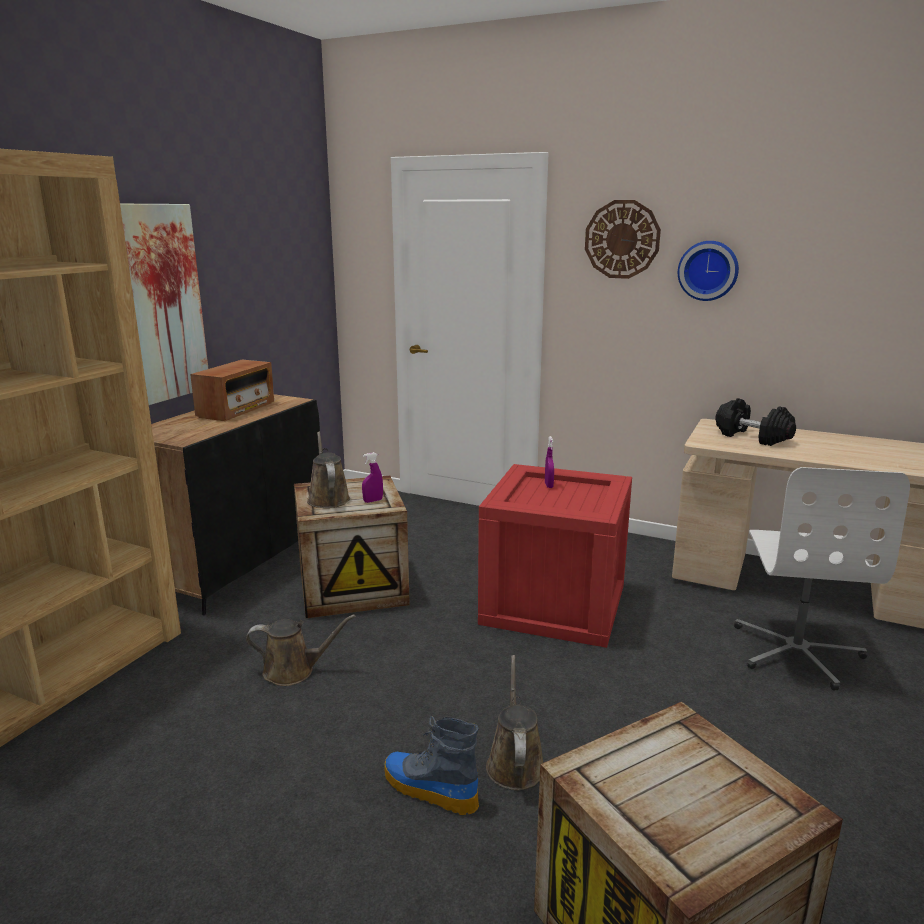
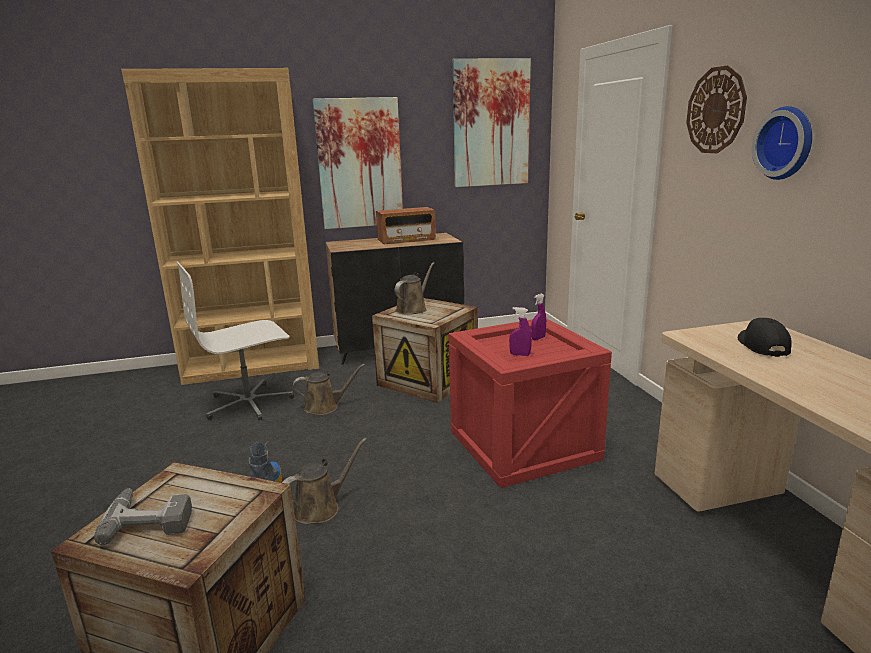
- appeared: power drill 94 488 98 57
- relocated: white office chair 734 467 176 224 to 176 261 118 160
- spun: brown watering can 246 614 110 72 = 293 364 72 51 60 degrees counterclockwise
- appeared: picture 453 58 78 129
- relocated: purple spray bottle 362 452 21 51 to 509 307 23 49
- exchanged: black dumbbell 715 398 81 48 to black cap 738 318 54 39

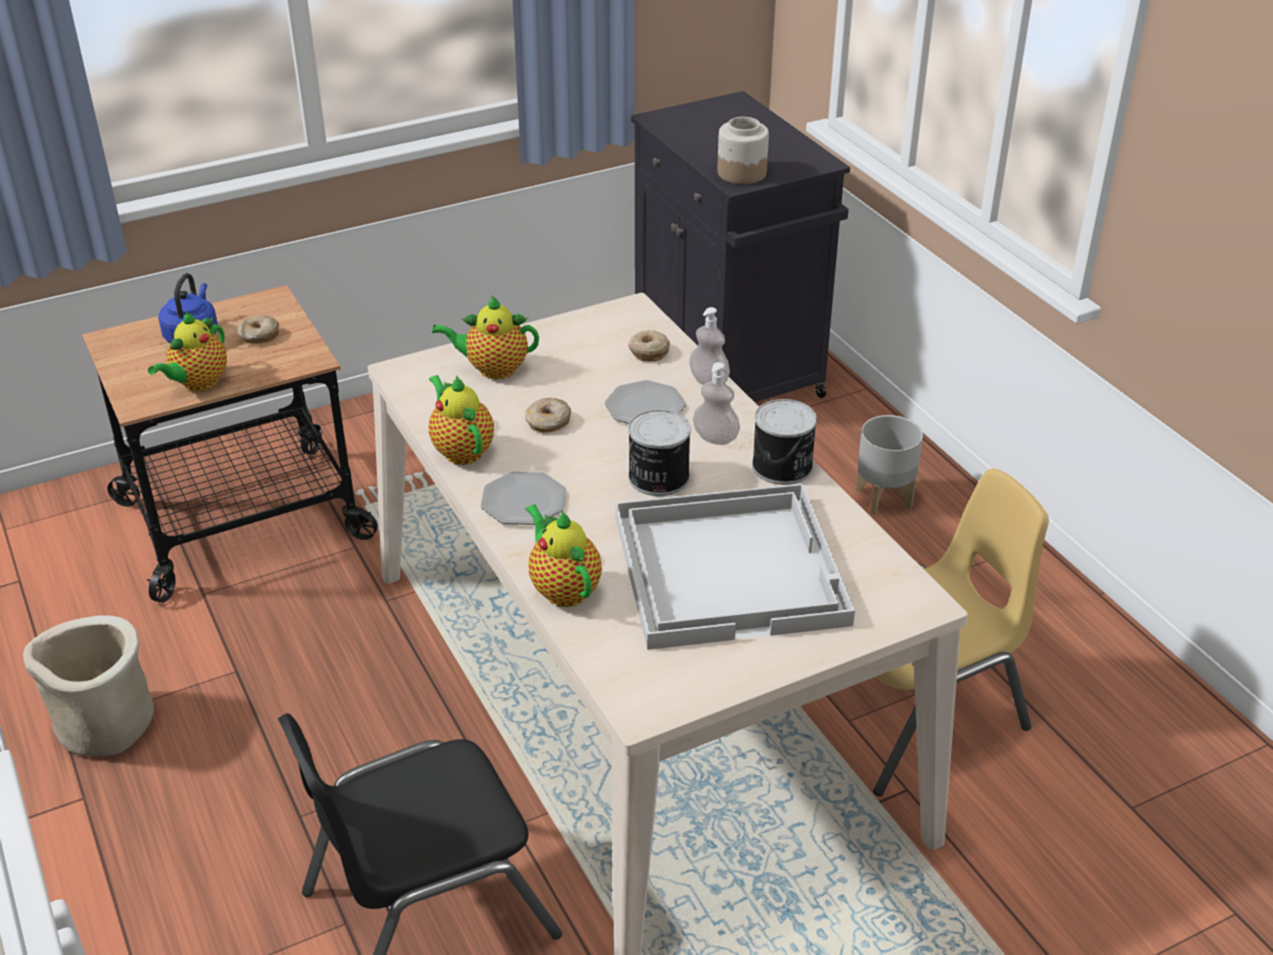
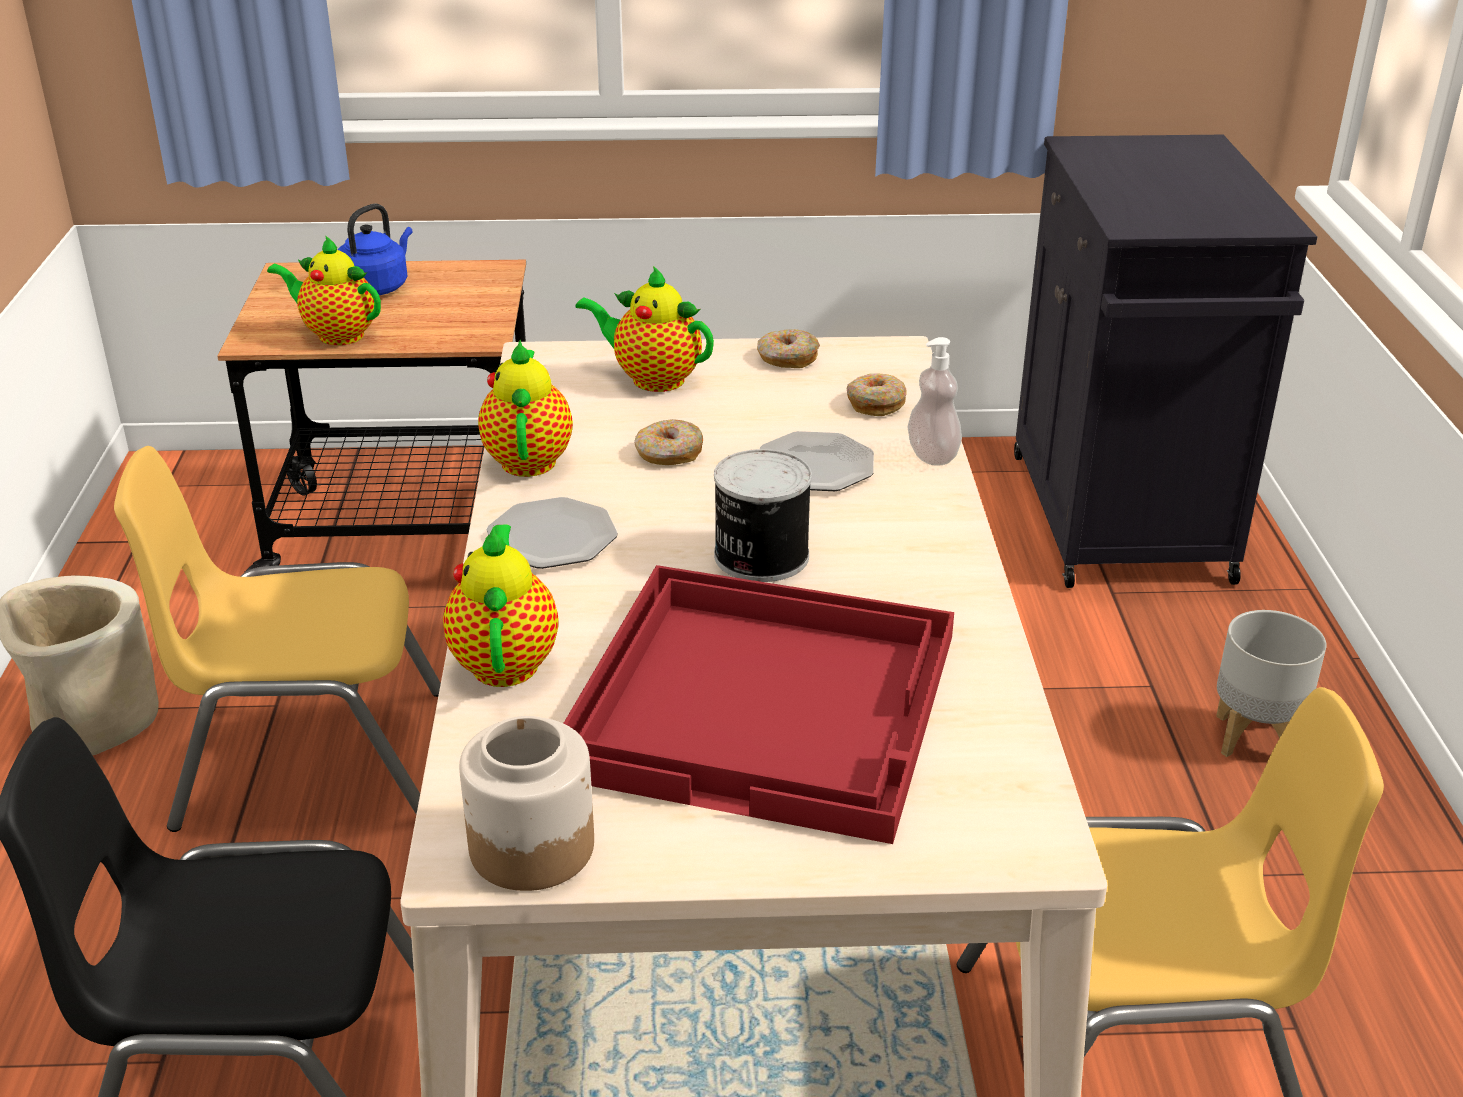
- appeared: yellow chair 114 446 327 386
- spun: teapot 148 312 79 79 = 267 235 114 110 60 degrees clockwise
- relocated: jar 717 117 52 67 to 459 716 135 175
- colour: white tray 615 484 240 166 to red tray 563 565 391 279
- relocated: donut 237 315 42 28 to 757 329 63 39
- missing: soap dispenser 693 362 47 83
- missing: can 752 399 65 86

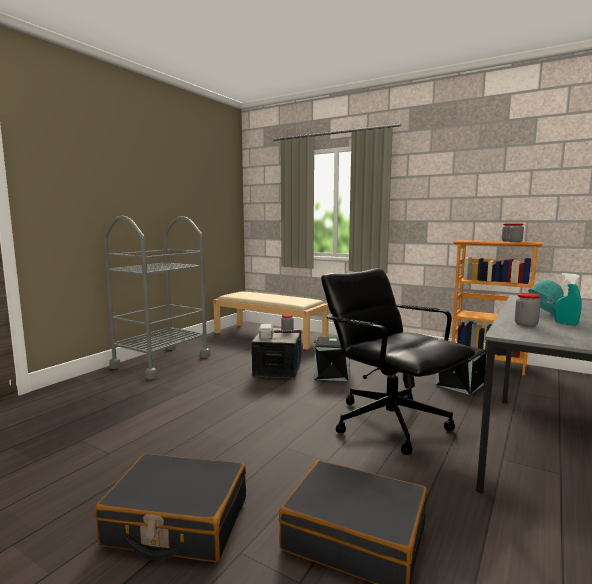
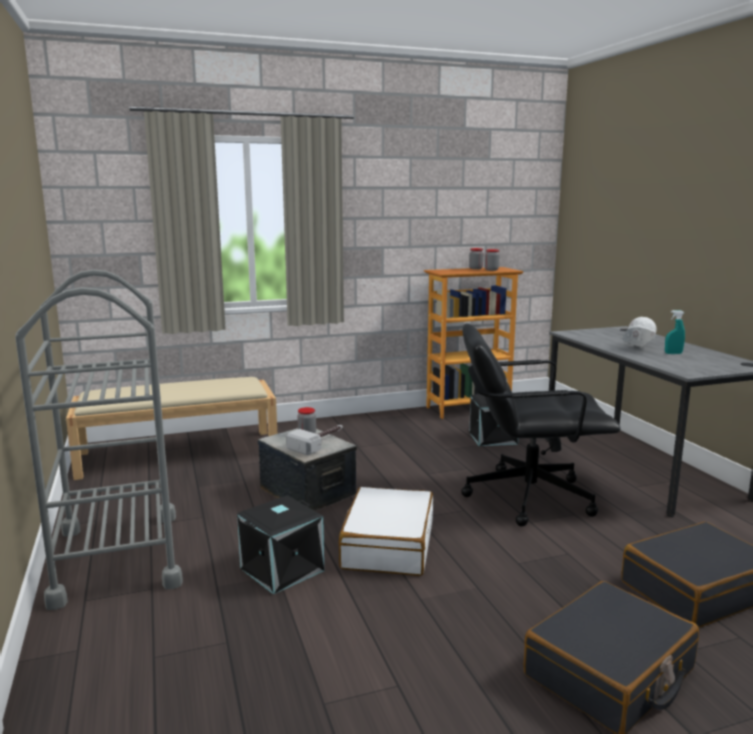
- relocated: black storage box 314 337 35 44 to 237 495 87 100
- appeared: white suitcase 339 487 94 89
- colour: turquoise hard hat 528 280 36 34 to white hard hat 623 317 34 30
- missing: jar 515 293 26 34

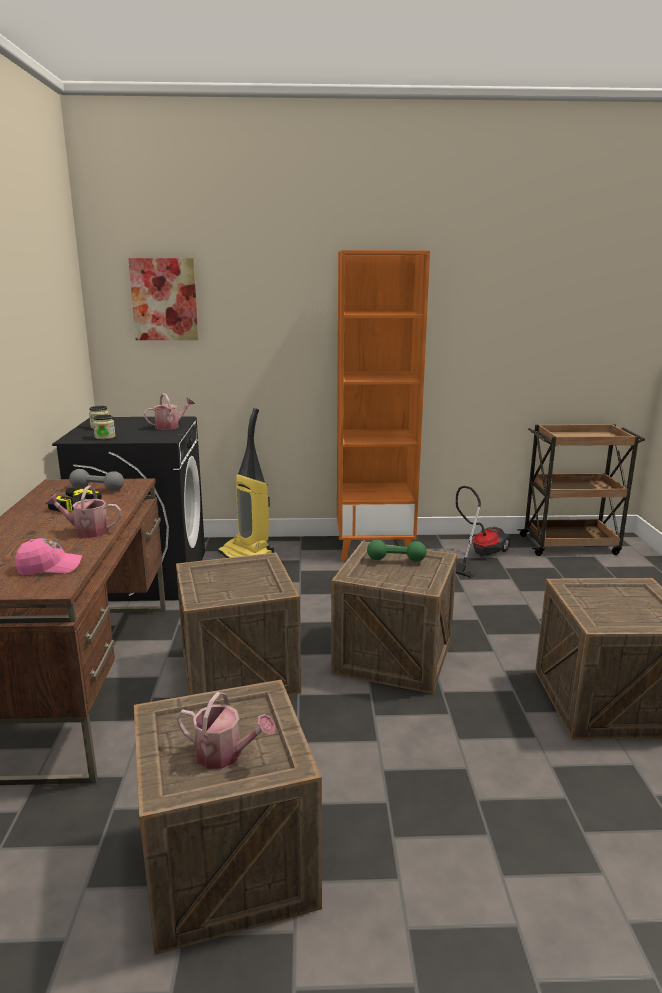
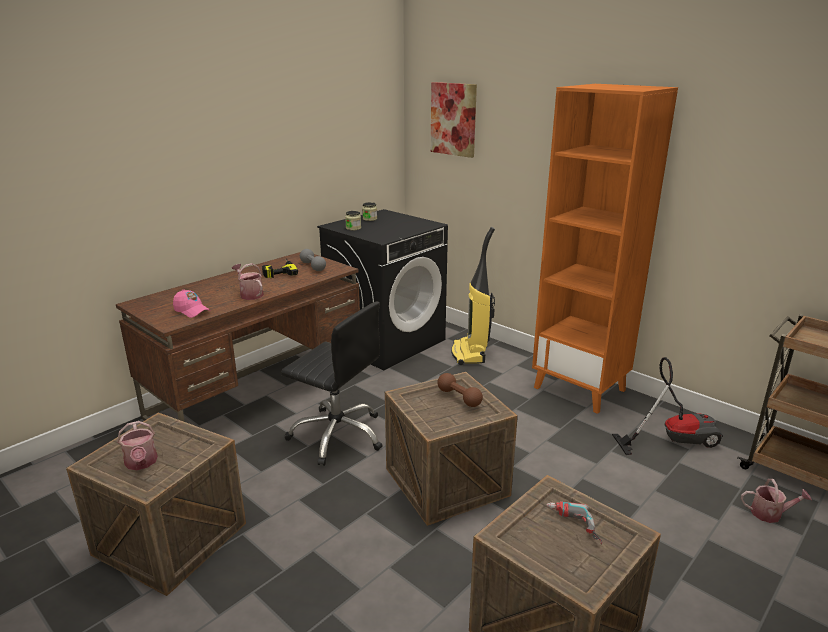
- exchanged: crate 176 552 125 144 to black office chair 281 301 102 165
- colour: green dumbbell 367 540 60 22 to brown dumbbell 437 373 46 34
- appeared: power drill 546 501 56 43
- relocated: watering can 144 393 51 37 to 741 479 71 44

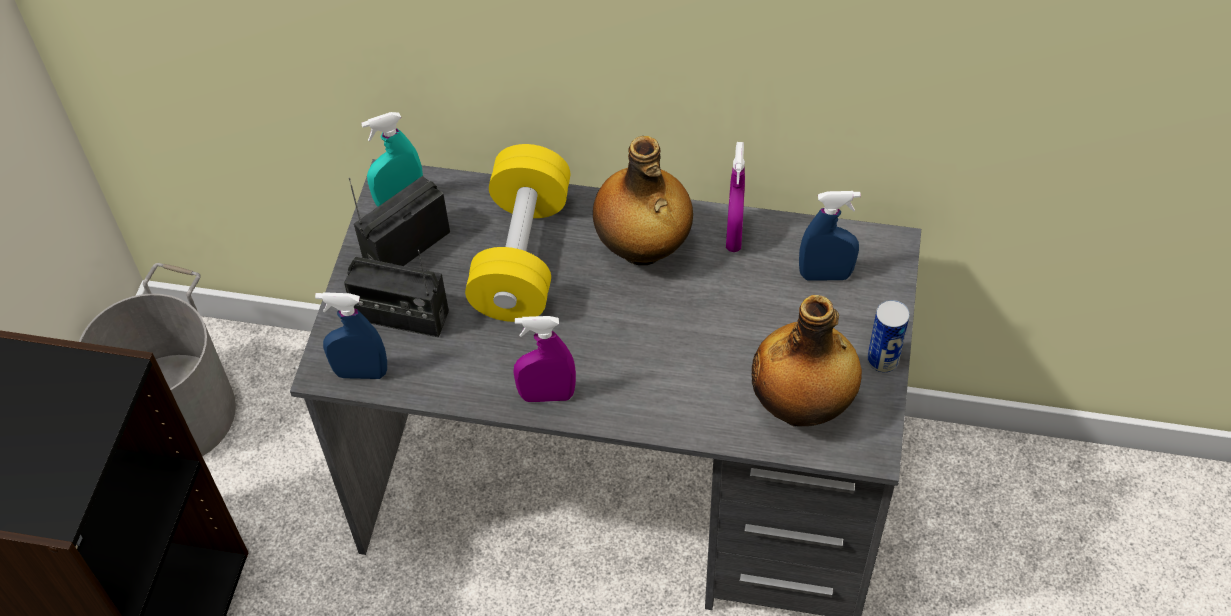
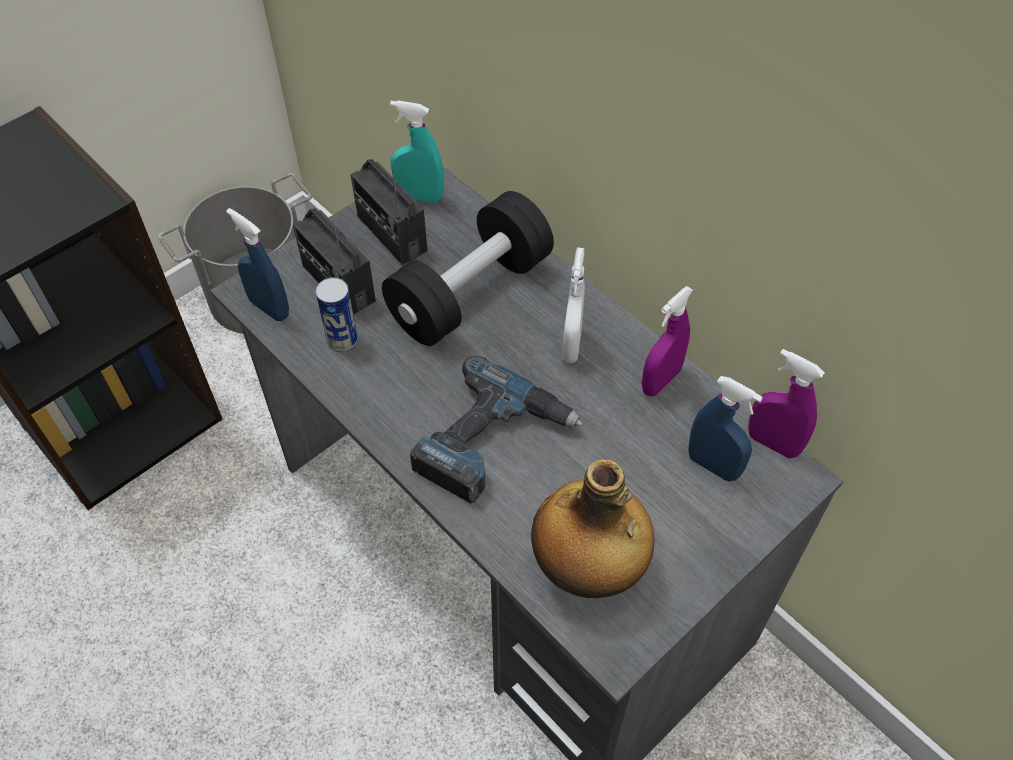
- relocated: can 867 300 43 73 to 316 277 42 75
- spun: radio 349 176 101 90 = 351 159 77 106 120 degrees counterclockwise
- colour: yellow dumbbell 465 144 105 178 to black dumbbell 382 191 172 155
- appeared: power drill 410 356 173 147
- exchanged: bottle 593 136 100 129 to white spray bottle 562 248 23 115
- relocated: purple spray bottle 513 316 63 86 to 748 349 77 109

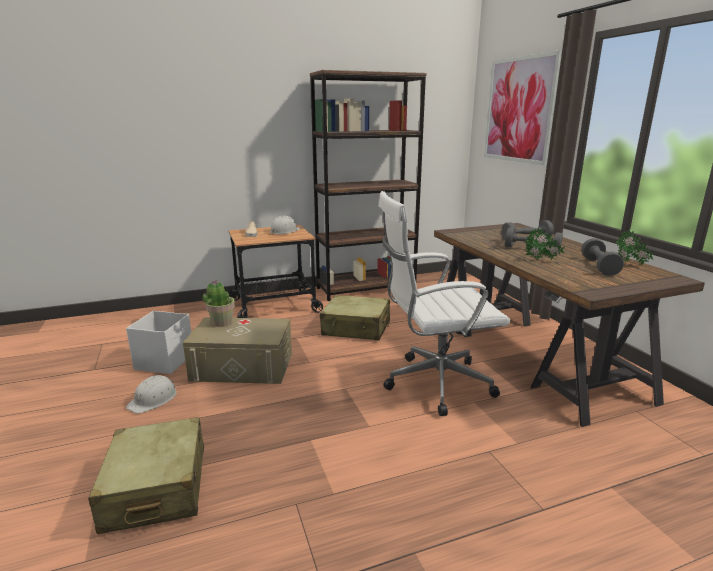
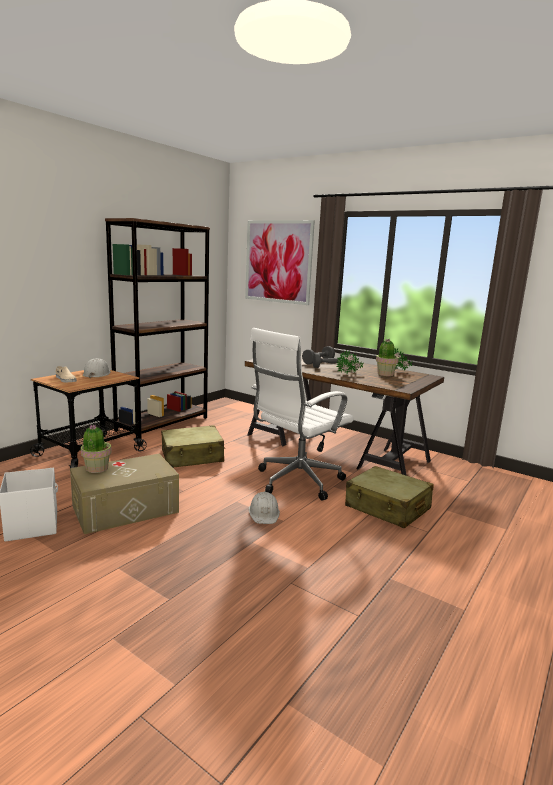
- relocated: white hard hat 126 375 51 39 to 249 492 31 32
- relocated: beige suitcase 88 417 116 117 to 345 466 89 62
- exchanged: grey dumbbell 581 238 43 38 to potted plant 376 339 23 37

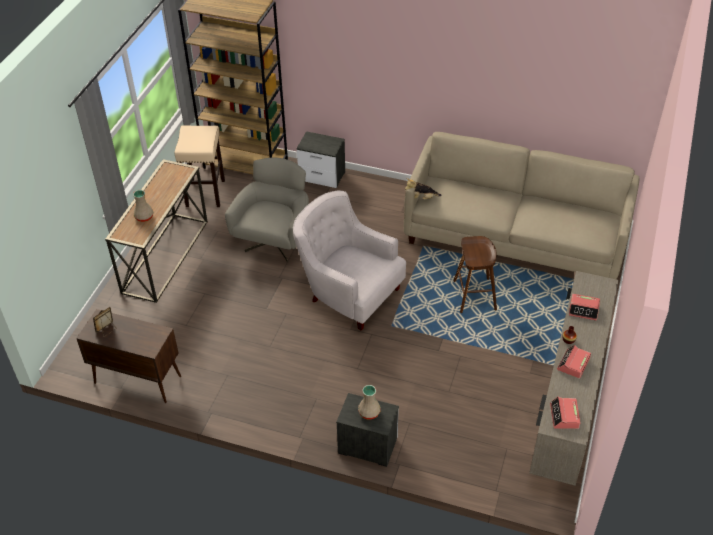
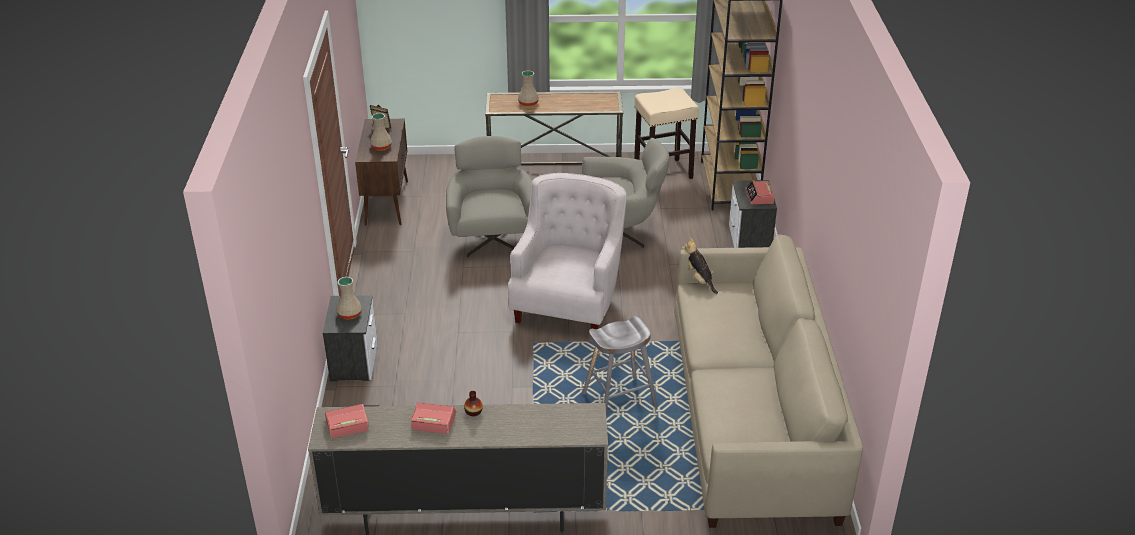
- appeared: beige vase 370 113 22 38
- appeared: grey armchair 446 136 86 122
- colour: brown stool 453 236 44 77 to grey stool 582 316 75 101
- relocated: alarm clock 569 294 31 27 to 745 180 29 24

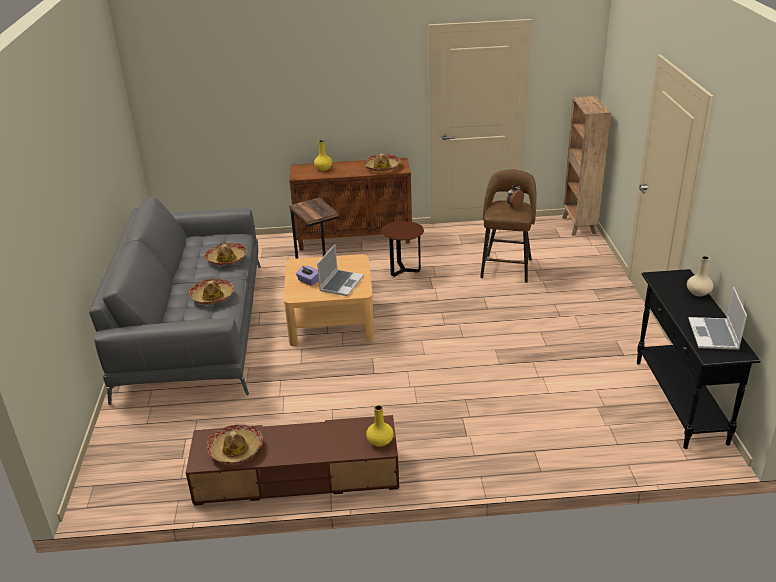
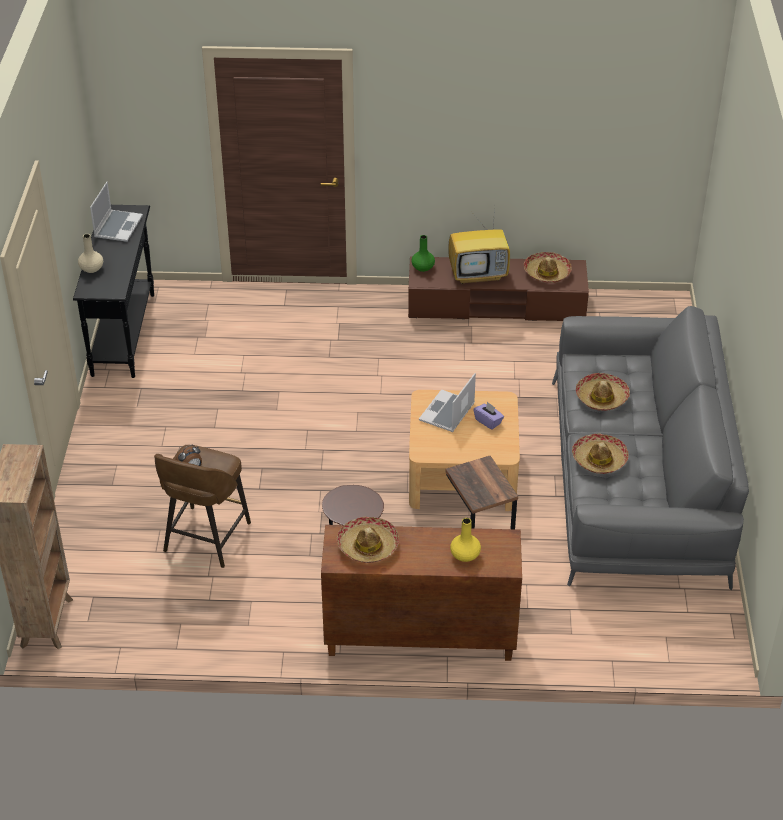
- colour: yellow vase 366 405 28 42 to green vase 412 235 23 37
- appeared: television 448 206 62 78

